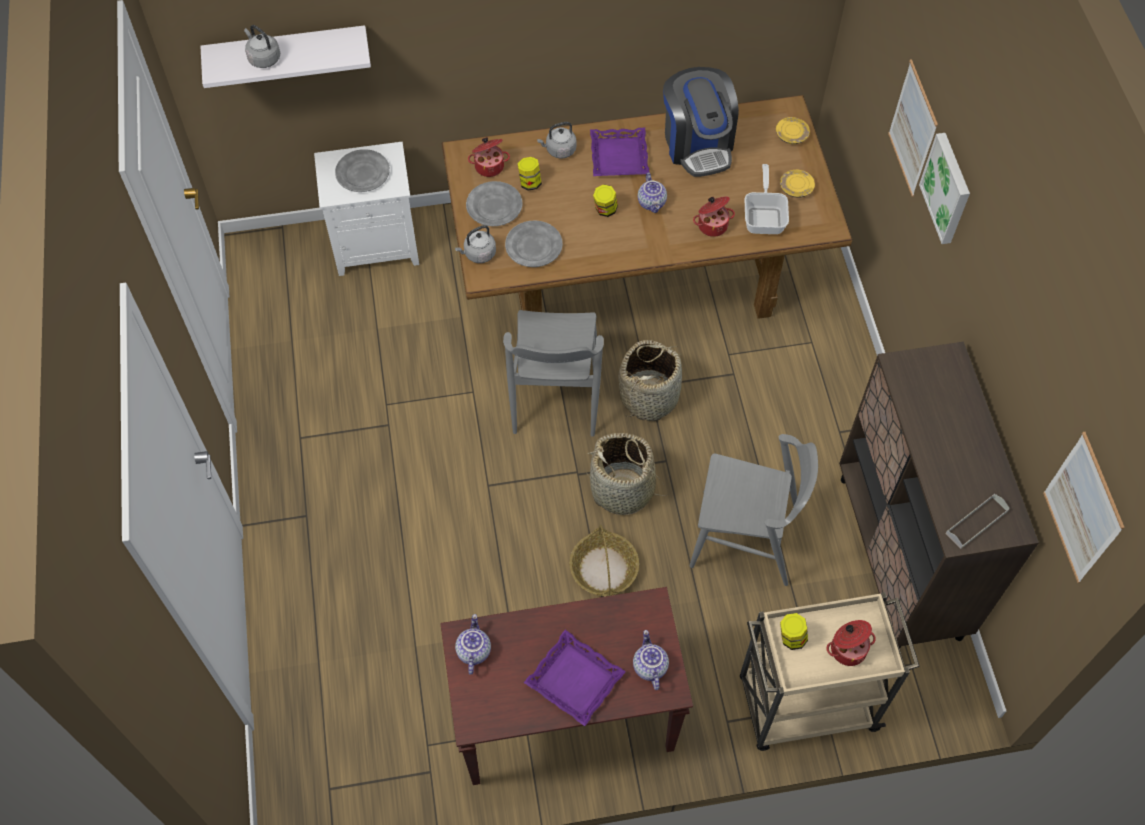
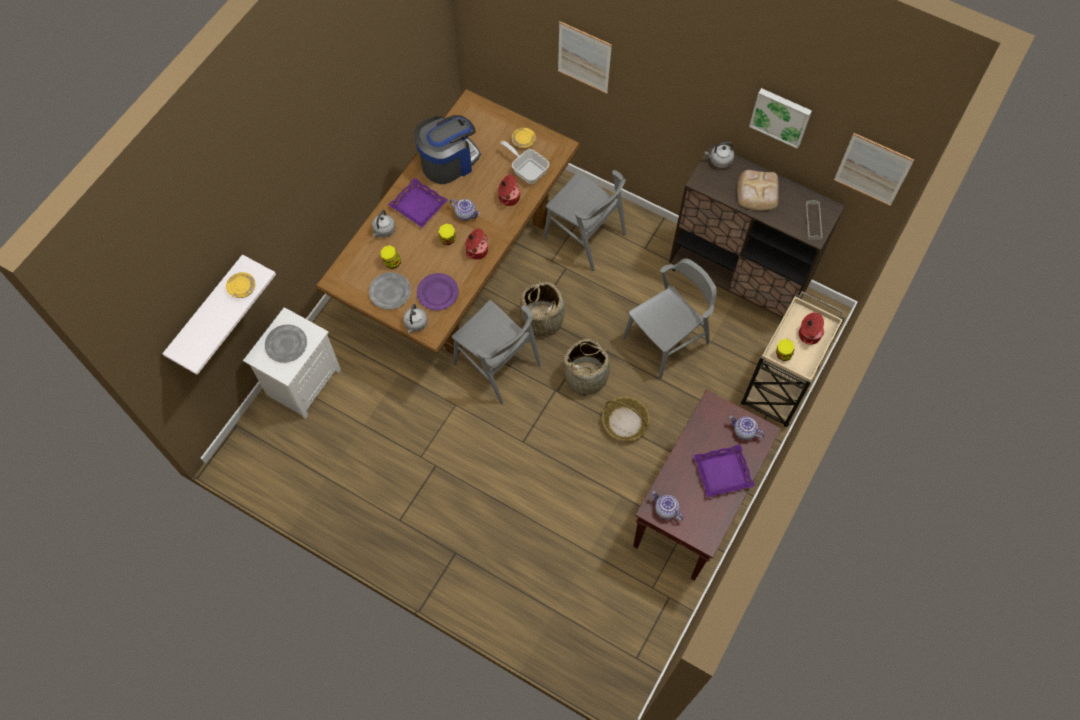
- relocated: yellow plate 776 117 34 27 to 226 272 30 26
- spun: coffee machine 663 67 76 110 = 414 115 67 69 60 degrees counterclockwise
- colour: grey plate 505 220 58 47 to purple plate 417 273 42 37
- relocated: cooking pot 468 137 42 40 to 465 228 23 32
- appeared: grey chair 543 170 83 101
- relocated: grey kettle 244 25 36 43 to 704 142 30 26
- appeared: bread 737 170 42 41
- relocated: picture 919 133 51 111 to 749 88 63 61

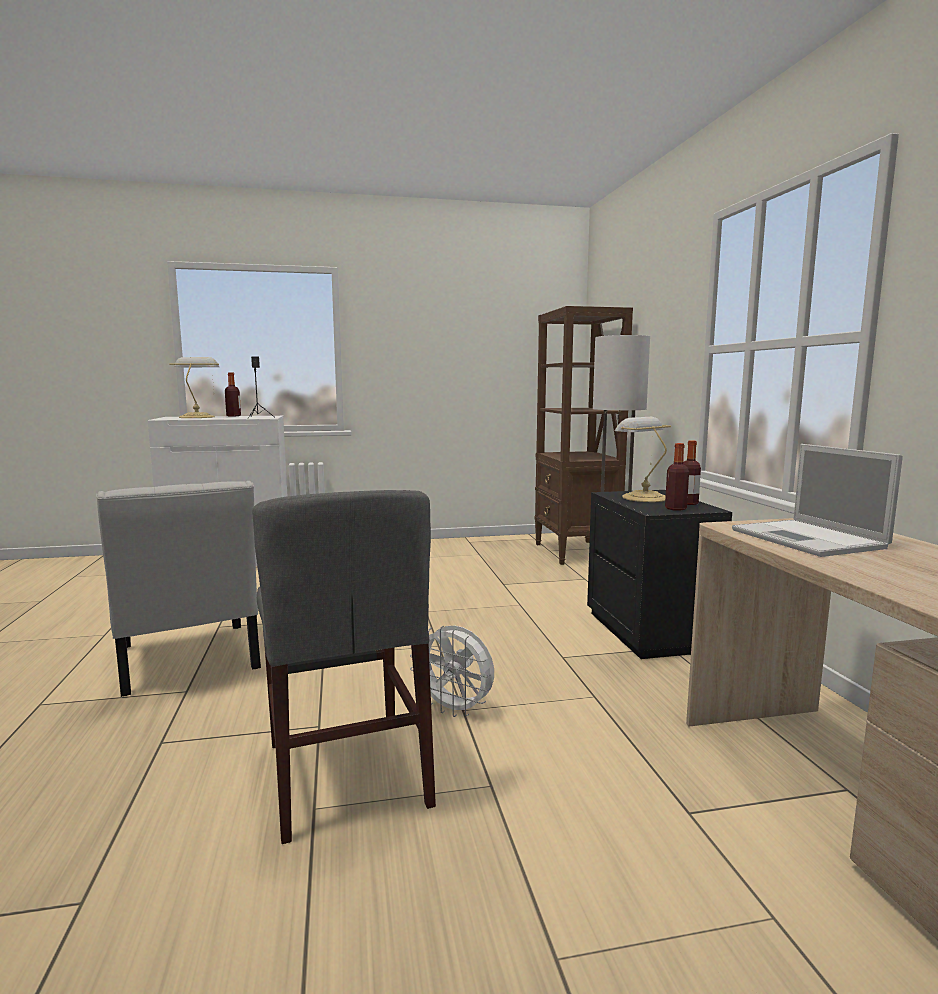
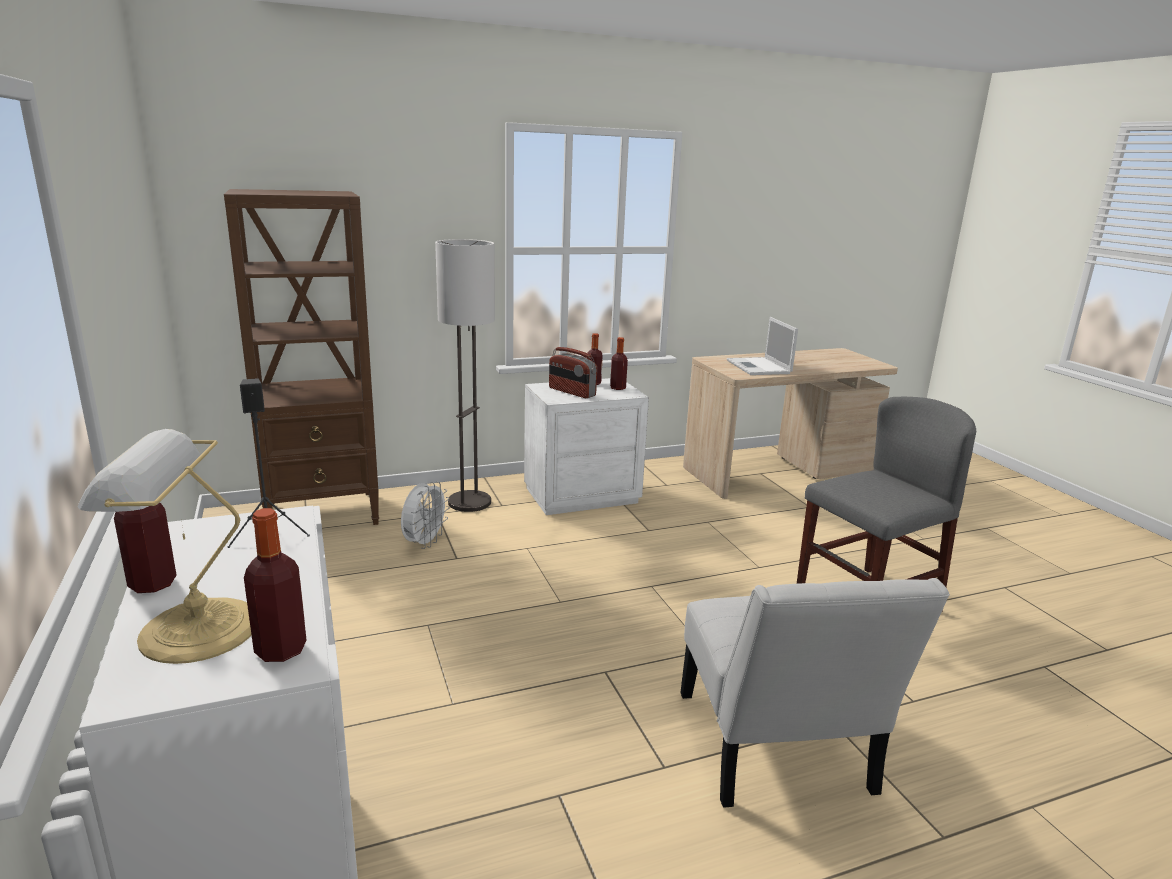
- appeared: bottle 244 508 63 154
- relocated: white fan 410 625 84 92 to 401 481 49 68
- colour: black nightstand 587 490 145 169 to white nightstand 524 378 125 137
- exchanged: table lamp 615 417 56 85 to radio 549 347 48 51
- spun: white chair 96 481 165 216 = 680 578 270 230 120 degrees clockwise
- spun: laptop 732 444 171 113 = 727 317 71 58 105 degrees clockwise

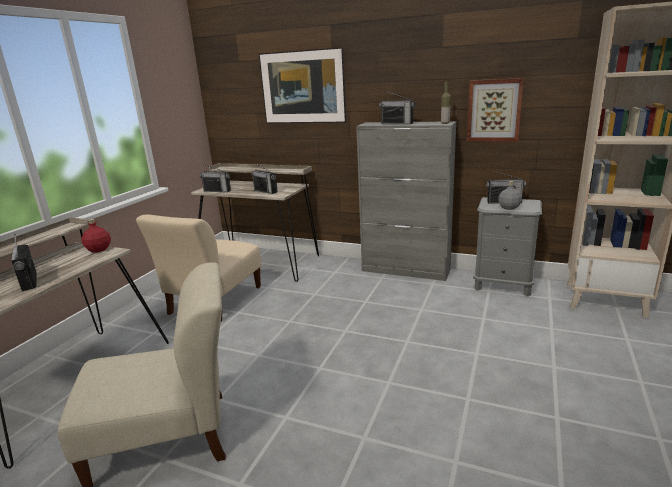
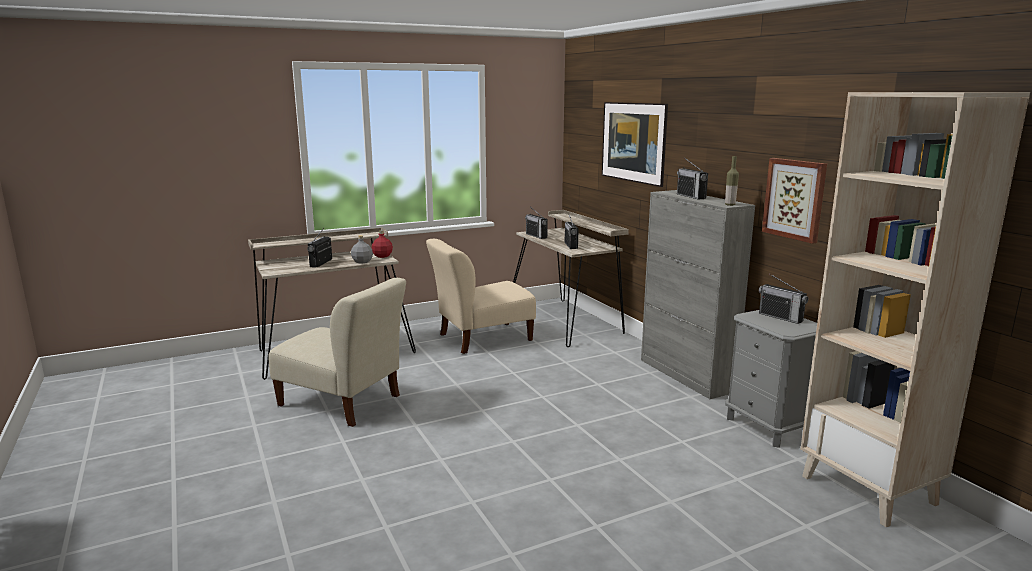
- relocated: grey bottle 498 181 24 29 to 351 235 22 28

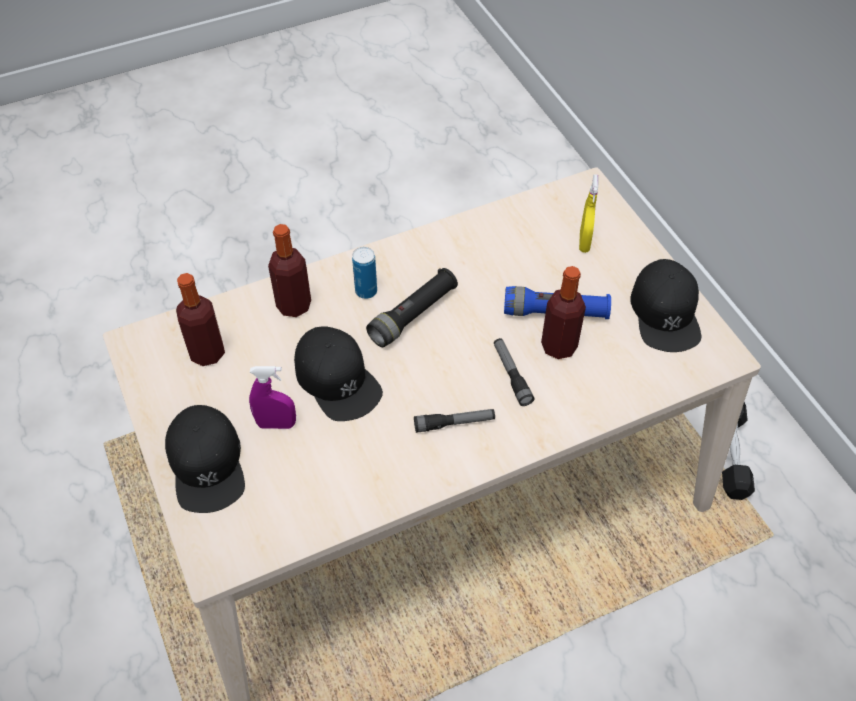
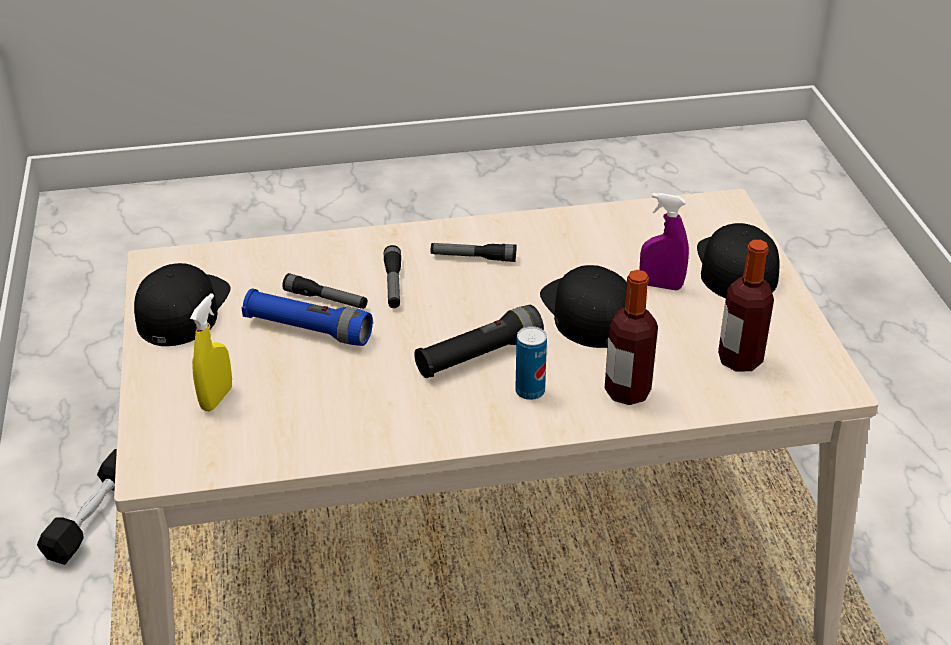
- exchanged: bottle 541 266 45 93 to flashlight 282 273 85 36

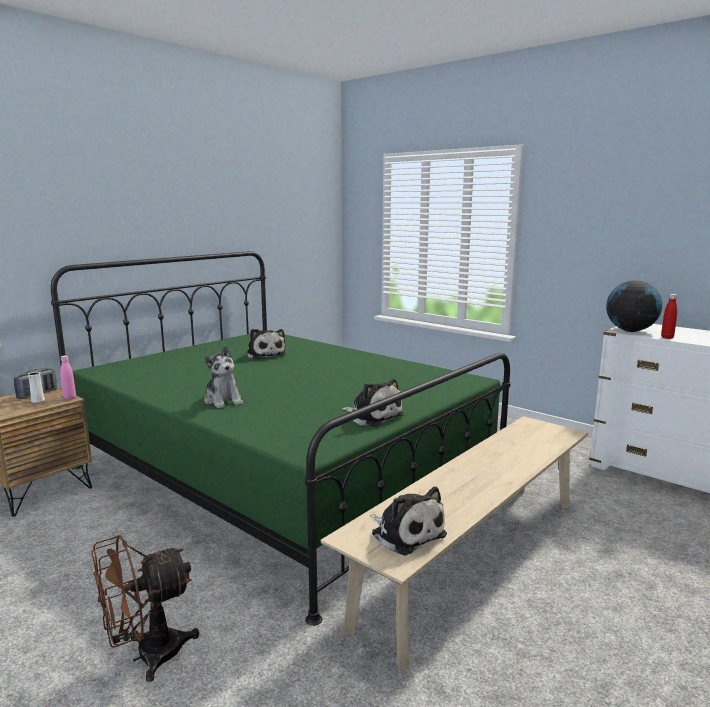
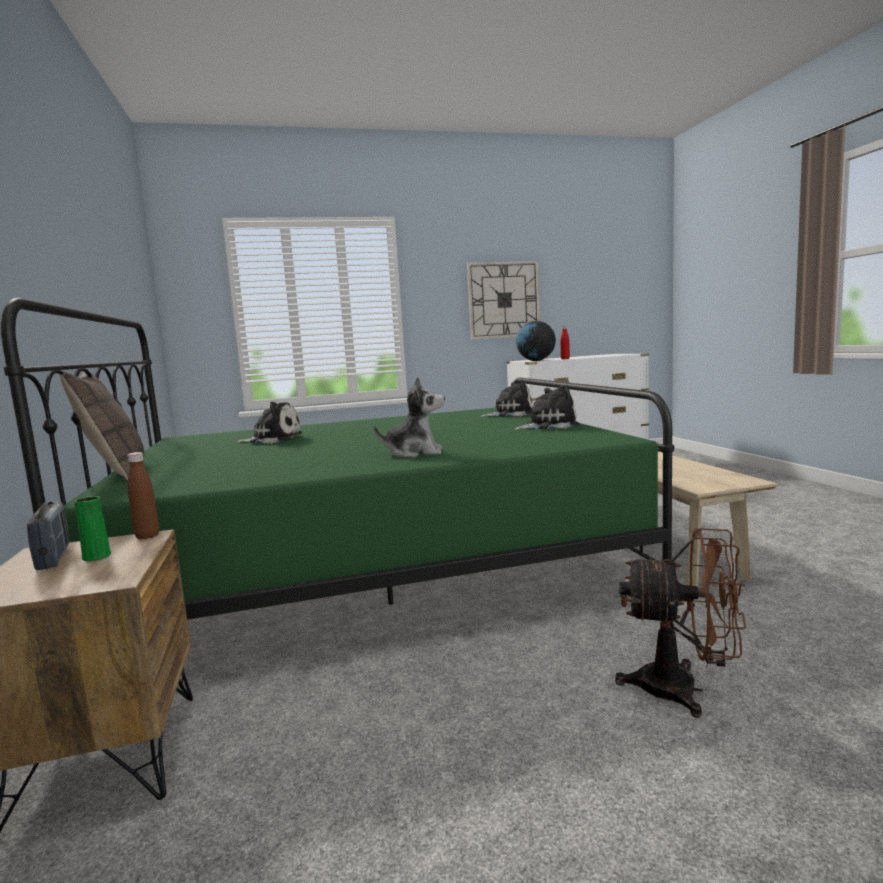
- appeared: pillow 60 372 84 109
- colour: white vase 28 372 17 31 to green vase 74 496 37 65
- colour: pink bottle 60 355 16 45 to brown bottle 127 452 32 87
- appeared: wall clock 467 261 73 79
- relocated: plush toy 370 486 77 70 to 479 380 54 37
- spun: brown fan 92 535 107 147 = 615 528 131 190 75 degrees counterclockwise

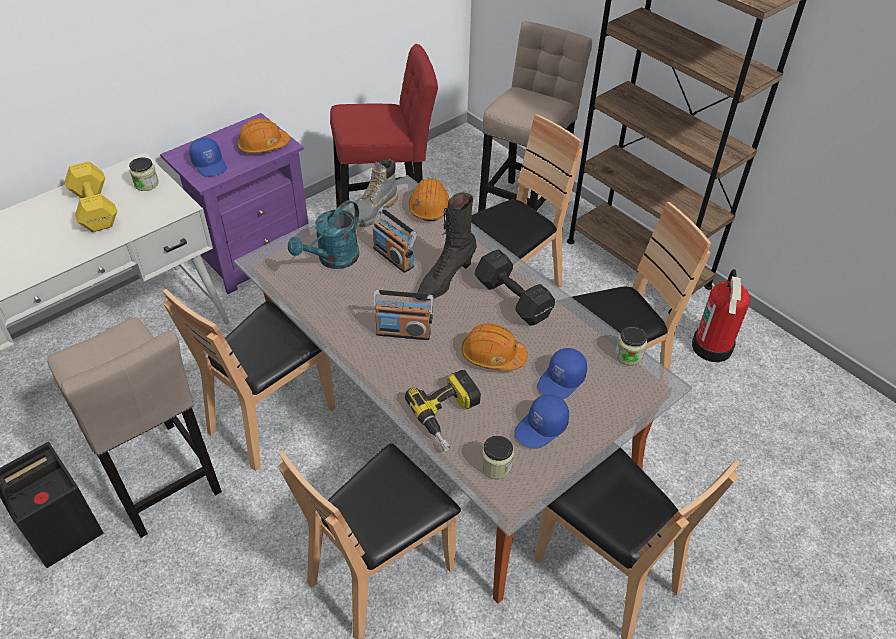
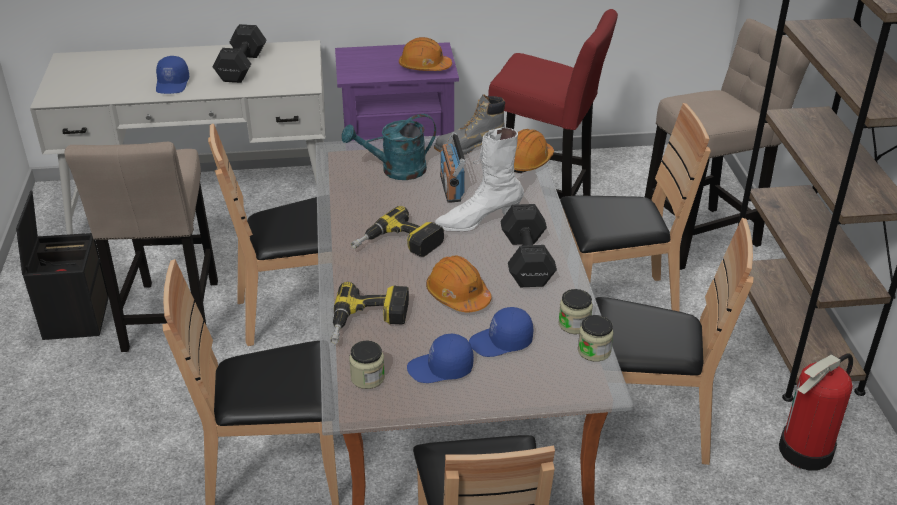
- relocated: blue cap 189 138 38 39 to 156 56 33 38
- colour: yellow dumbbell 65 161 52 71 to black dumbbell 213 24 53 59
- exchanged: radio 373 290 60 50 to power drill 351 206 93 51
- colour: black boot 416 193 61 108 to white boot 435 127 89 104
- relocated: jar 129 158 30 33 to 558 289 35 45

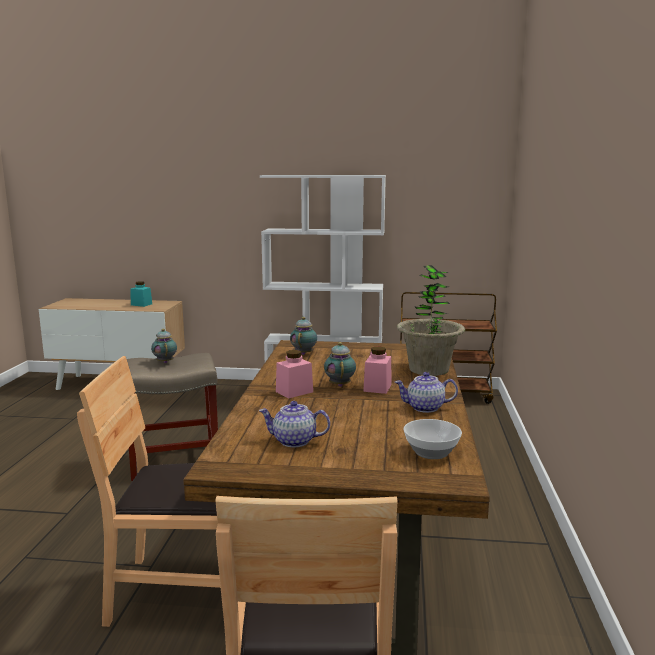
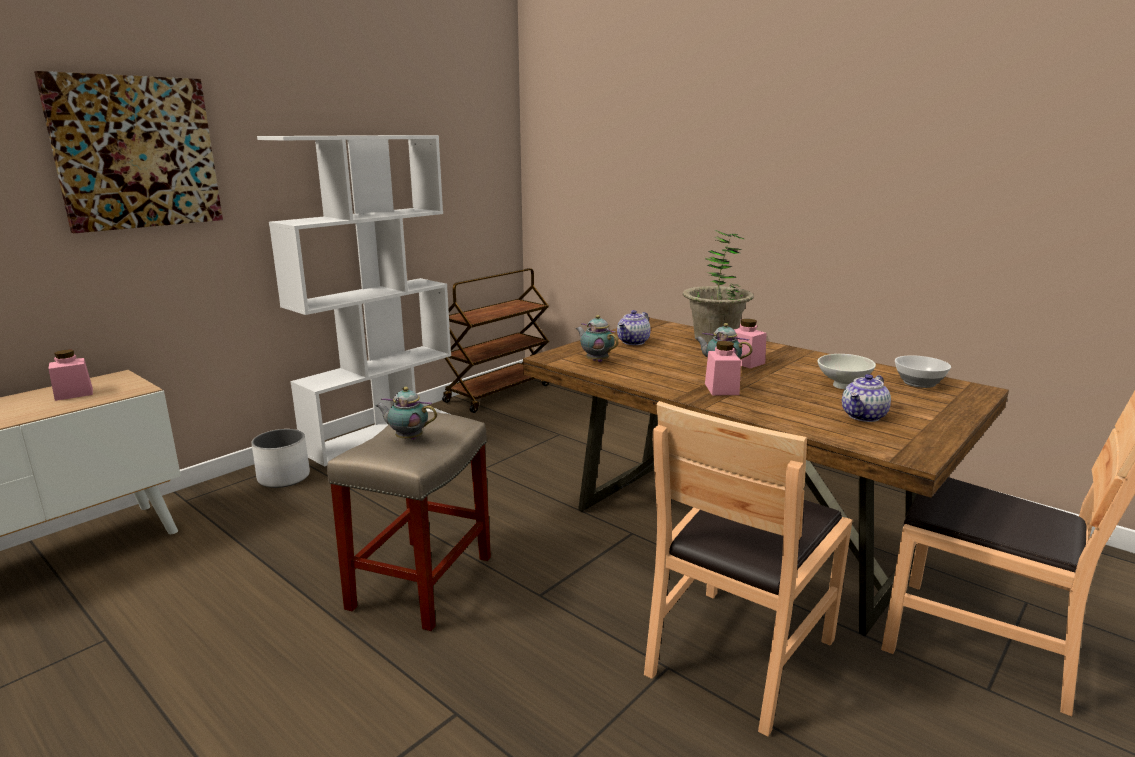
- appeared: picture 34 71 189 162
- colour: turquoise jar 130 281 22 26 to pink jar 48 350 45 51
- appeared: white planter 251 429 59 59
- relocated: teapot 395 372 63 41 to 617 310 34 35
- appeared: white bowl 818 354 58 35

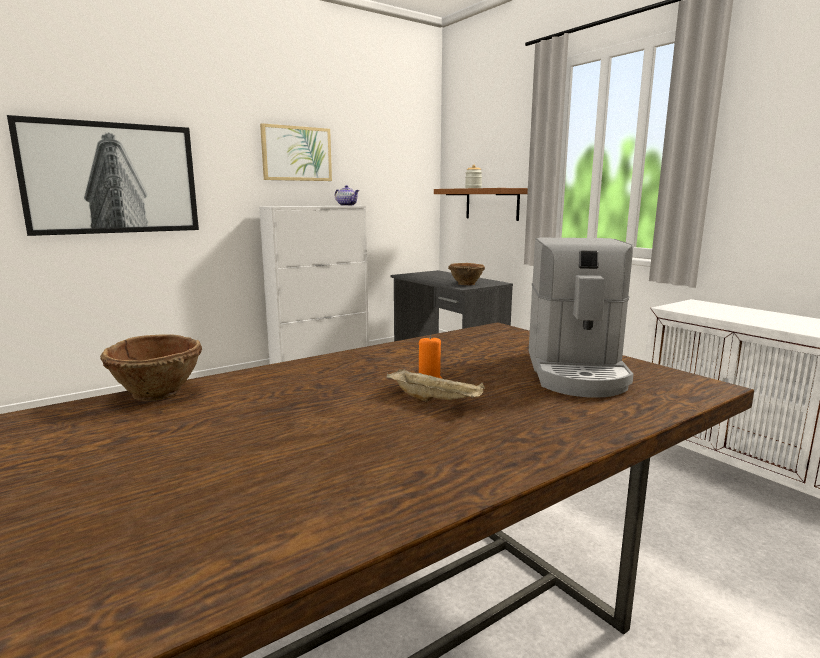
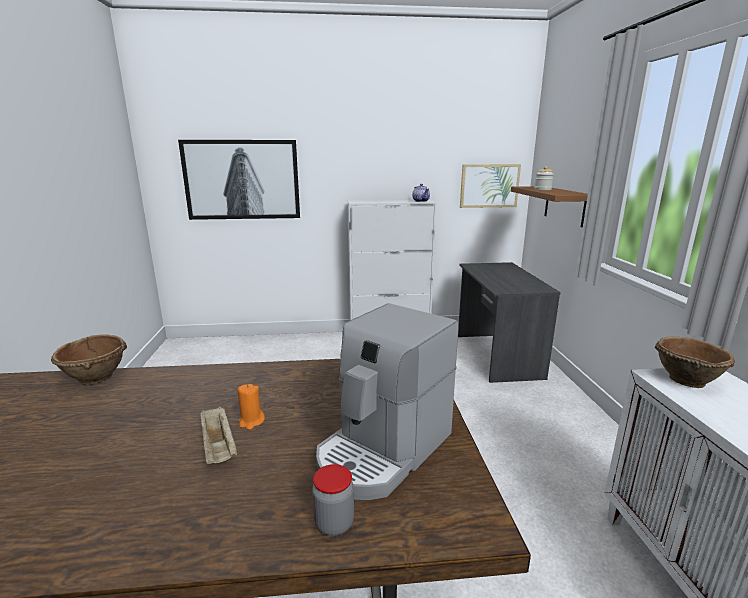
- appeared: jar 312 464 42 72
- relocated: picture 260 123 72 58 to 460 164 61 44
- relocated: brown bowl 448 263 37 22 to 655 337 80 51

